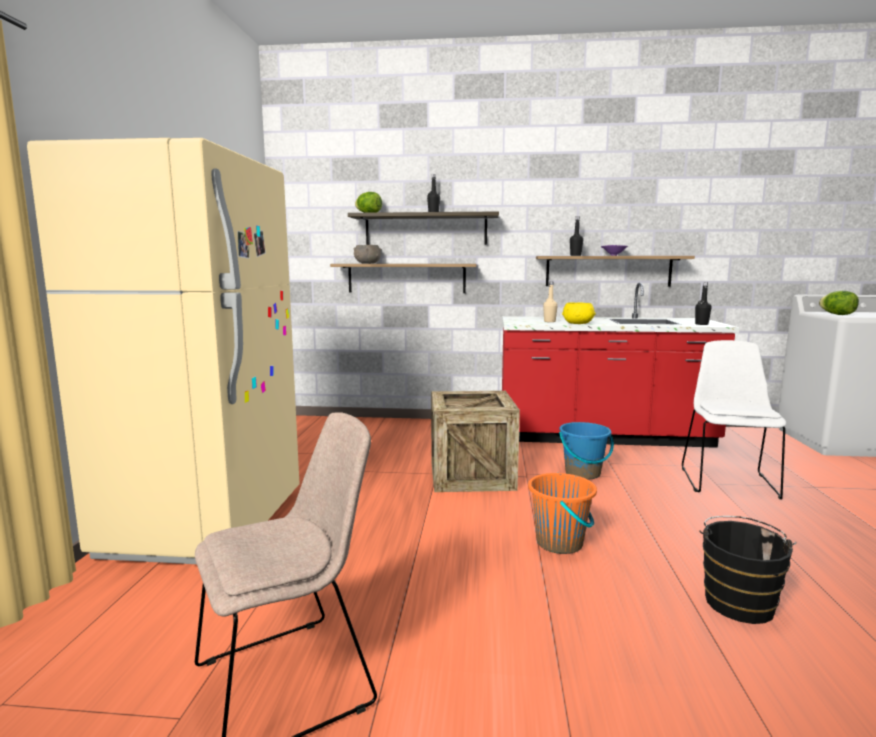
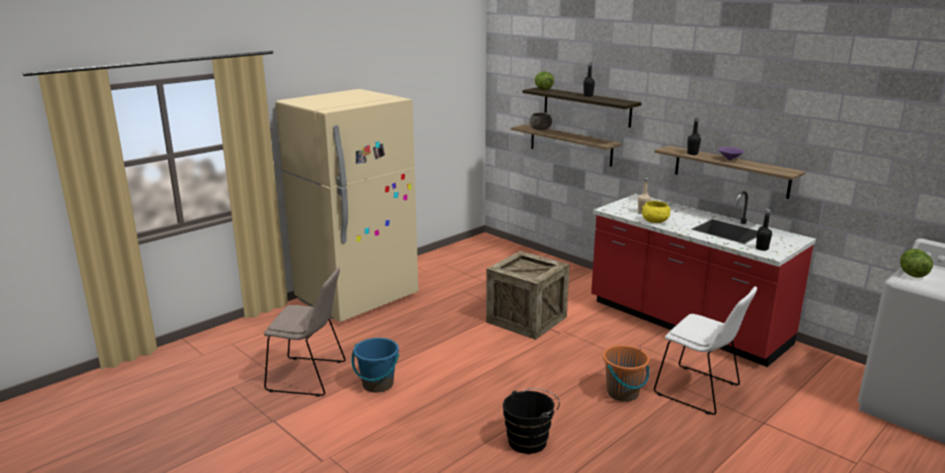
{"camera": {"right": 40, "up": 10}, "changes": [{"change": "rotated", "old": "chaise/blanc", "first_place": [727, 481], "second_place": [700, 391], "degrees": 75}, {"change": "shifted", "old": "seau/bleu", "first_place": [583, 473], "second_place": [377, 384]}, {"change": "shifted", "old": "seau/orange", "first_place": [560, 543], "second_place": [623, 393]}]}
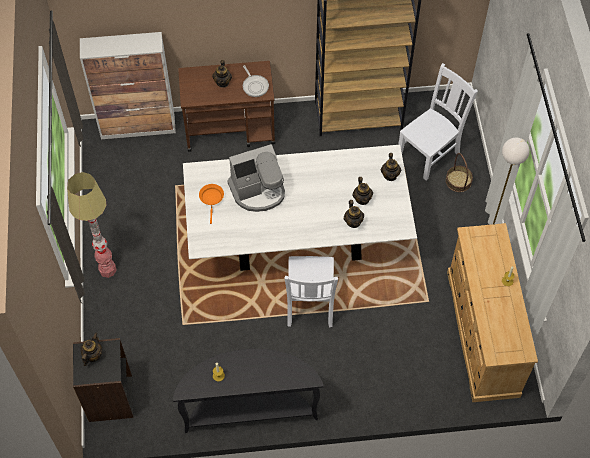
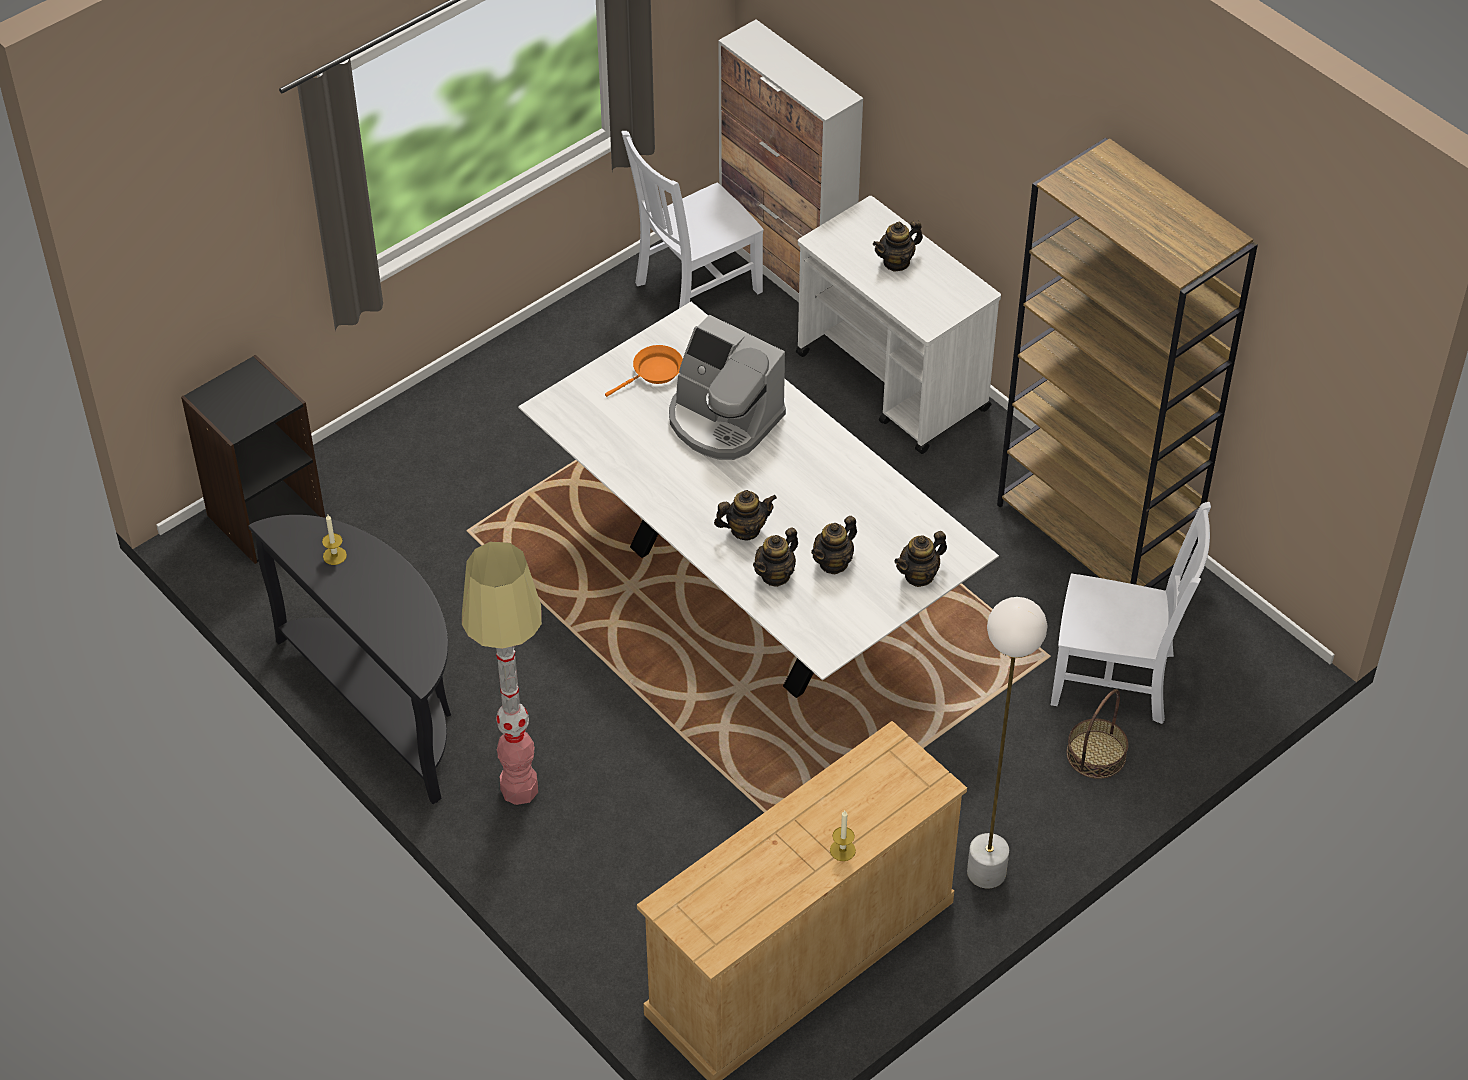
{"camera": {"right": 55, "up": -10}, "changes": [{"change": "repainted", "old": "chariot/marron", "new": "chariot/blanc", "first_place": [230, 130], "second_place": [893, 382]}, {"change": "gone", "old": "poêle", "first_place": [255, 86]}, {"change": "shifted", "old": "lampadaire", "first_place": [107, 270], "second_place": [519, 789]}, {"change": "shifted", "old": "chaise/blanc", "first_place": [310, 304], "second_place": [694, 289]}, {"change": "shifted", "old": "théière", "first_place": [92, 355], "second_place": [745, 530]}]}
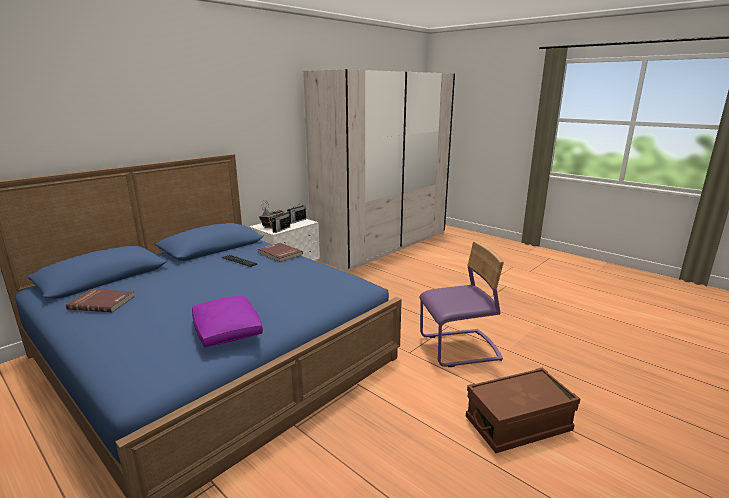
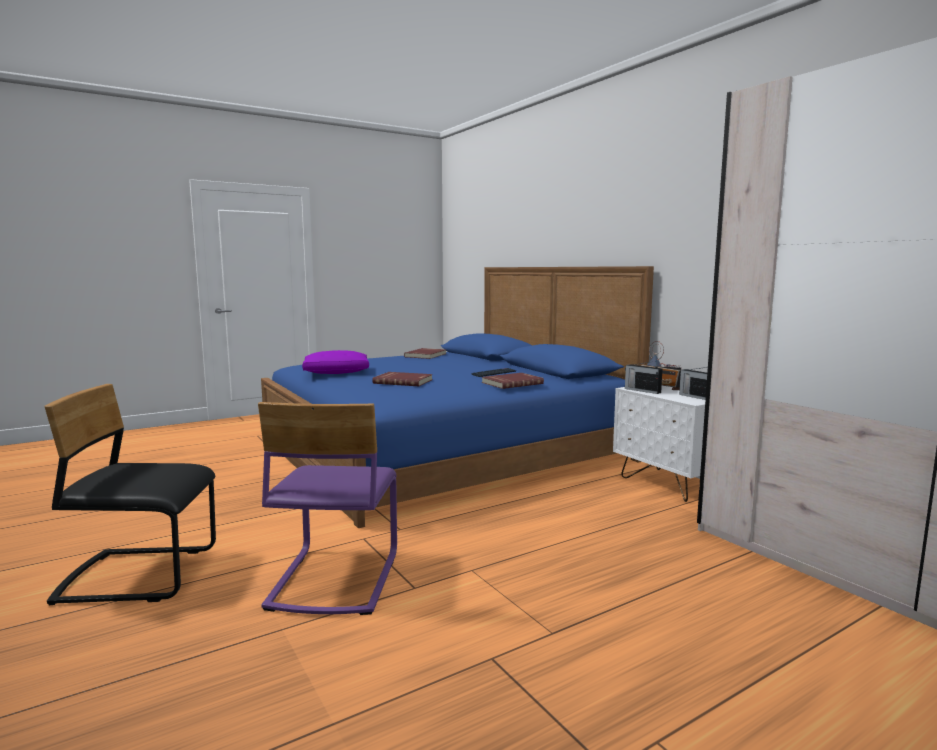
{"camera": {"right": 105, "up": -10}, "changes": [{"change": "swapped", "old": "boîte de rangement/marron", "new": "chaise/noir", "first_place": [518, 425], "second_place": [140, 575]}, {"change": "new", "new": "livre/rouge", "second_place": [403, 381]}]}
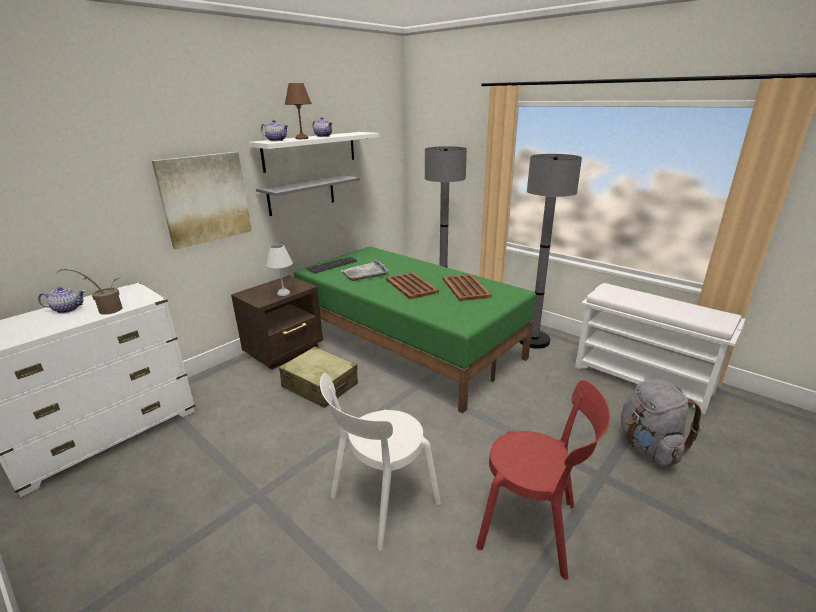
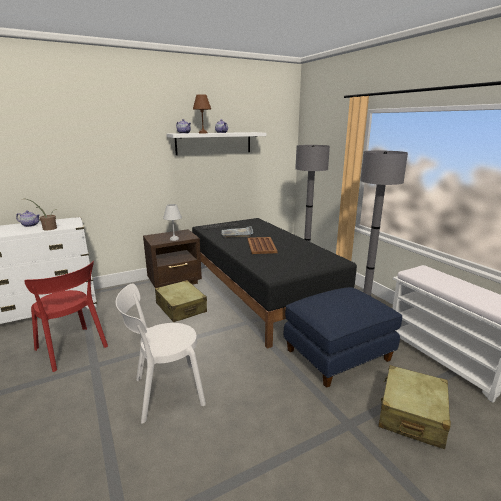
{"camera": {"right": 20, "up": -5}, "changes": [{"change": "gone", "old": "tableau", "first_place": [205, 199]}, {"change": "gone", "old": "étagère/gris", "first_place": [301, 195]}, {"change": "repainted", "old": "lit/vert", "new": "lit/noir", "first_place": [407, 343], "second_place": [261, 292]}, {"change": "gone", "old": "plateau/marron", "first_place": [465, 288]}, {"change": "swapped", "old": "sac à dos/gris", "new": "valise/beige", "first_place": [648, 447], "second_place": [411, 414]}, {"change": "shifted", "old": "chaise/rouge", "first_place": [533, 527], "second_place": [72, 349]}, {"change": "new", "new": "pouf/bleu", "second_place": [337, 354]}]}
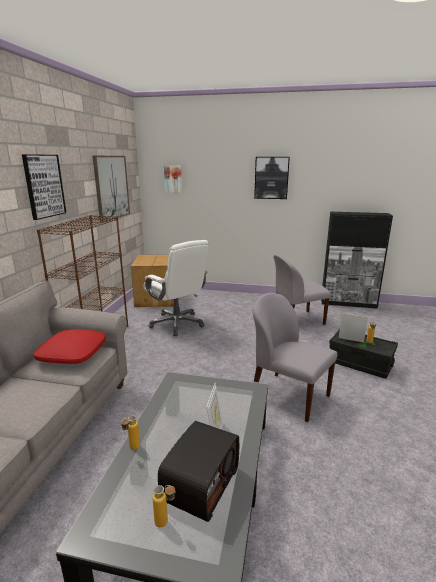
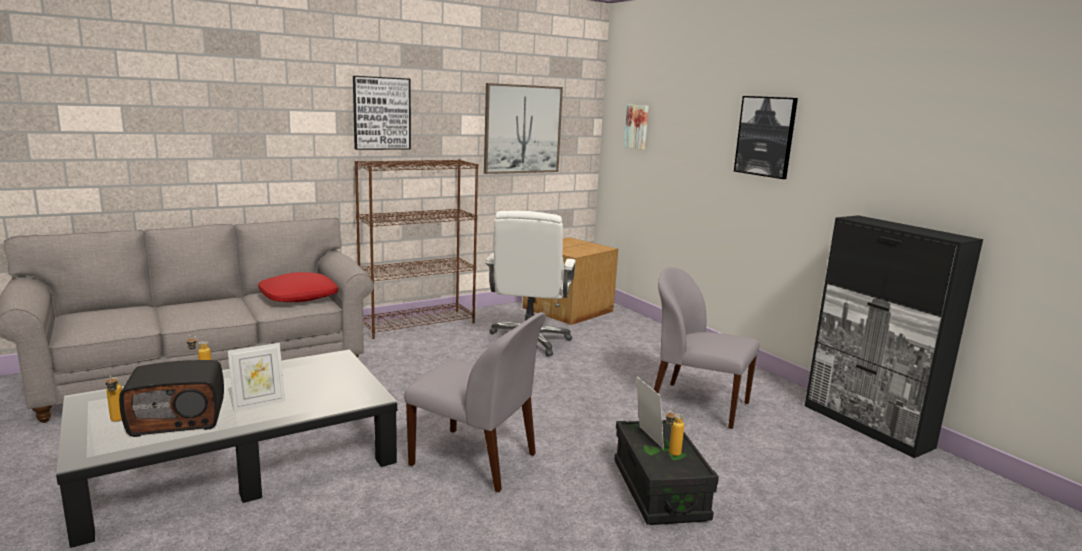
{"camera": {"right": 45, "up": -5}, "changes": [{"change": "rotated", "old": "chaise/gris", "first_place": [288, 395], "second_place": [476, 460], "degrees": 120}]}
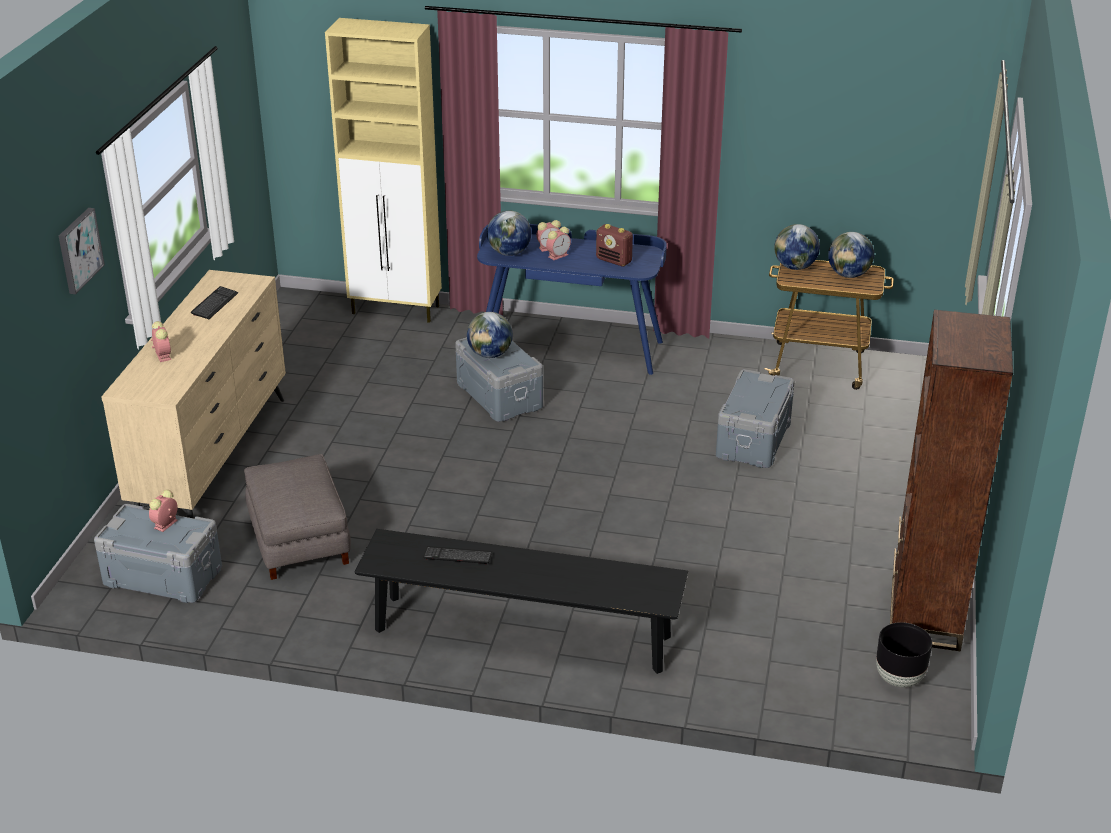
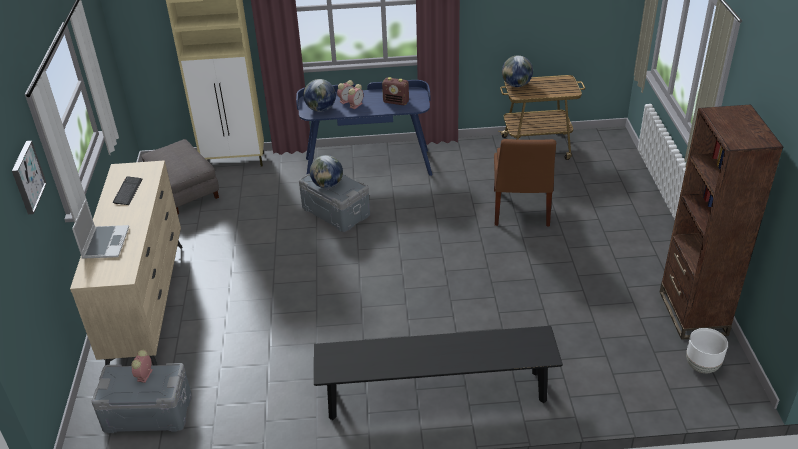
{"camera": {"right": -15, "up": 5}, "changes": [{"change": "gone", "old": "globe", "first_place": [848, 275]}, {"change": "swapped", "old": "réveil", "new": "ordinateur portable", "first_place": [162, 355], "second_place": [105, 243]}, {"change": "swapped", "old": "boîte de rangement/gris", "new": "chaise/marron", "first_place": [752, 440], "second_place": [520, 209]}, {"change": "shifted", "old": "pouf/gris", "first_place": [298, 540], "second_place": [183, 191]}, {"change": "gone", "old": "clavier", "first_place": [457, 556]}, {"change": "repainted", "old": "cache-pot/noir", "new": "cache-pot/blanc", "first_place": [899, 679], "second_place": [702, 366]}]}
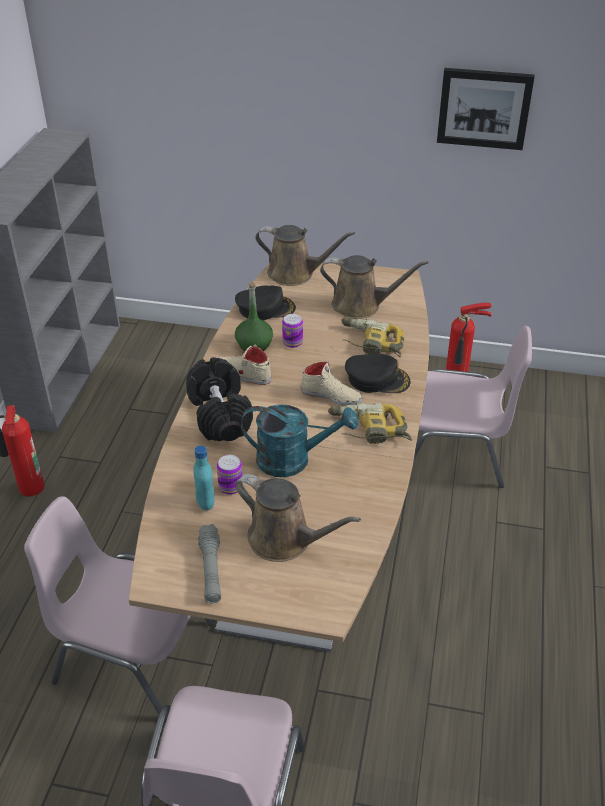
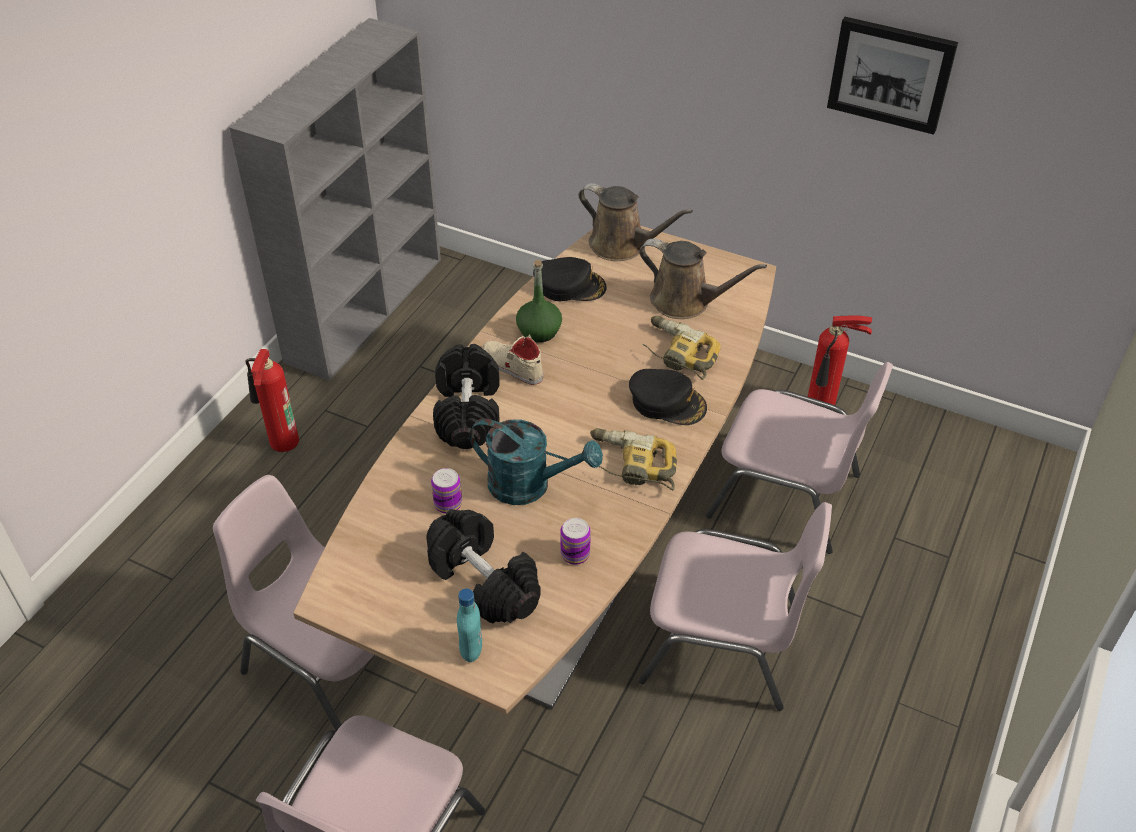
{"camera": {"right": 15, "up": 5}, "changes": [{"change": "shifted", "old": "boîte métallique", "first_place": [292, 342], "second_place": [575, 554]}, {"change": "gone", "old": "chaussure/beige", "first_place": [331, 395]}, {"change": "shifted", "old": "bouteille/turquoise", "first_place": [205, 502], "second_place": [471, 649]}, {"change": "swapped", "old": "arrosoir/marron", "new": "haltère/noir", "first_place": [285, 540], "second_place": [485, 581]}, {"change": "gone", "old": "lampe de poche/gris", "first_place": [211, 569]}, {"change": "new", "new": "chaise/rose", "second_place": [724, 644]}]}
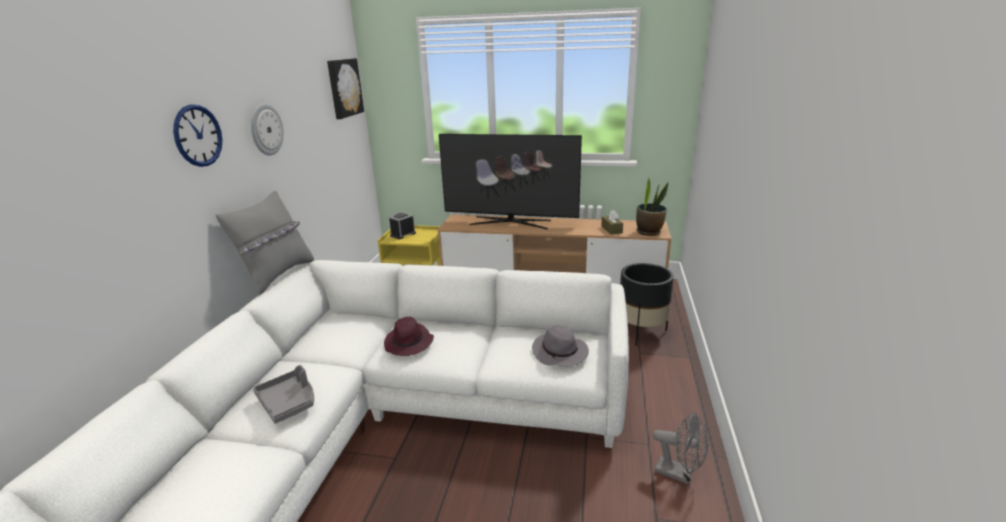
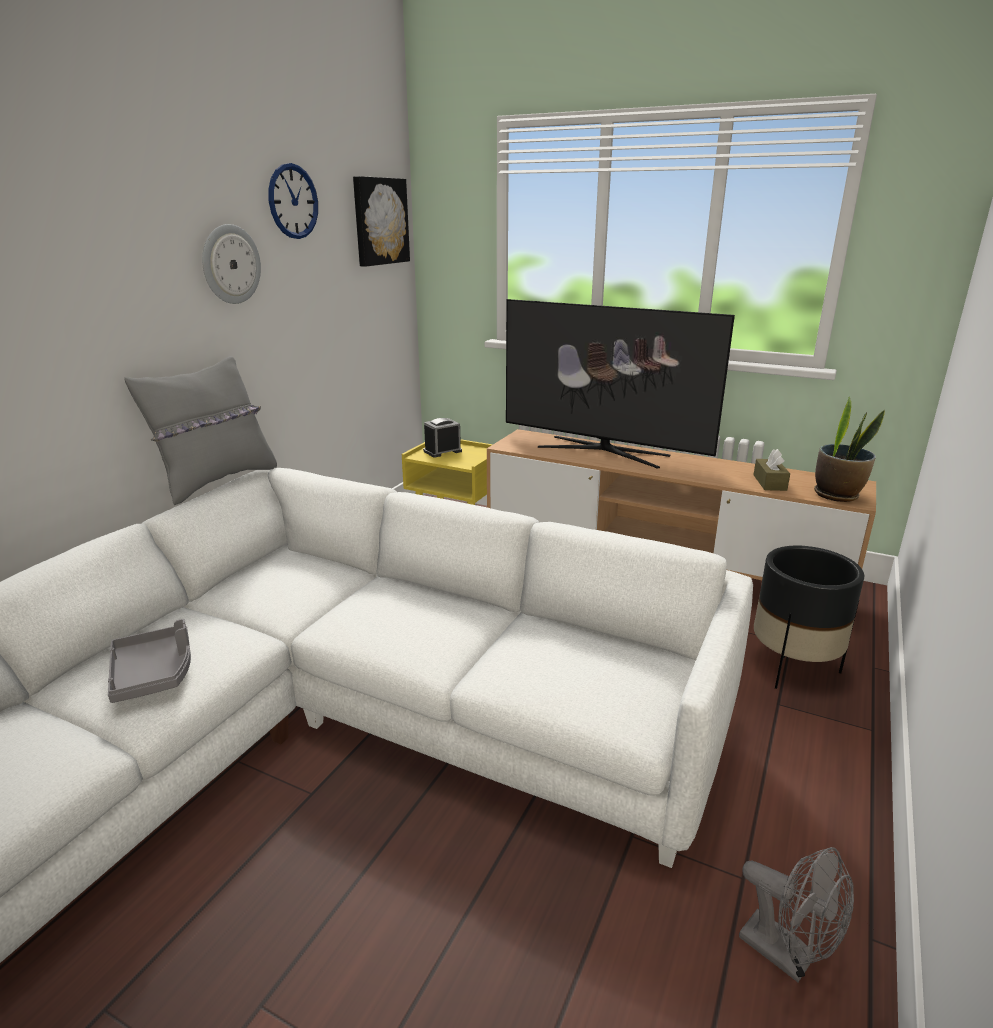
{"camera": {"right": 15, "up": 0}, "changes": [{"change": "shifted", "old": "horloge murale", "first_place": [198, 135], "second_place": [293, 201]}, {"change": "gone", "old": "chapeau/violet", "first_place": [409, 343]}, {"change": "gone", "old": "chapeau/gris", "first_place": [560, 353]}]}
